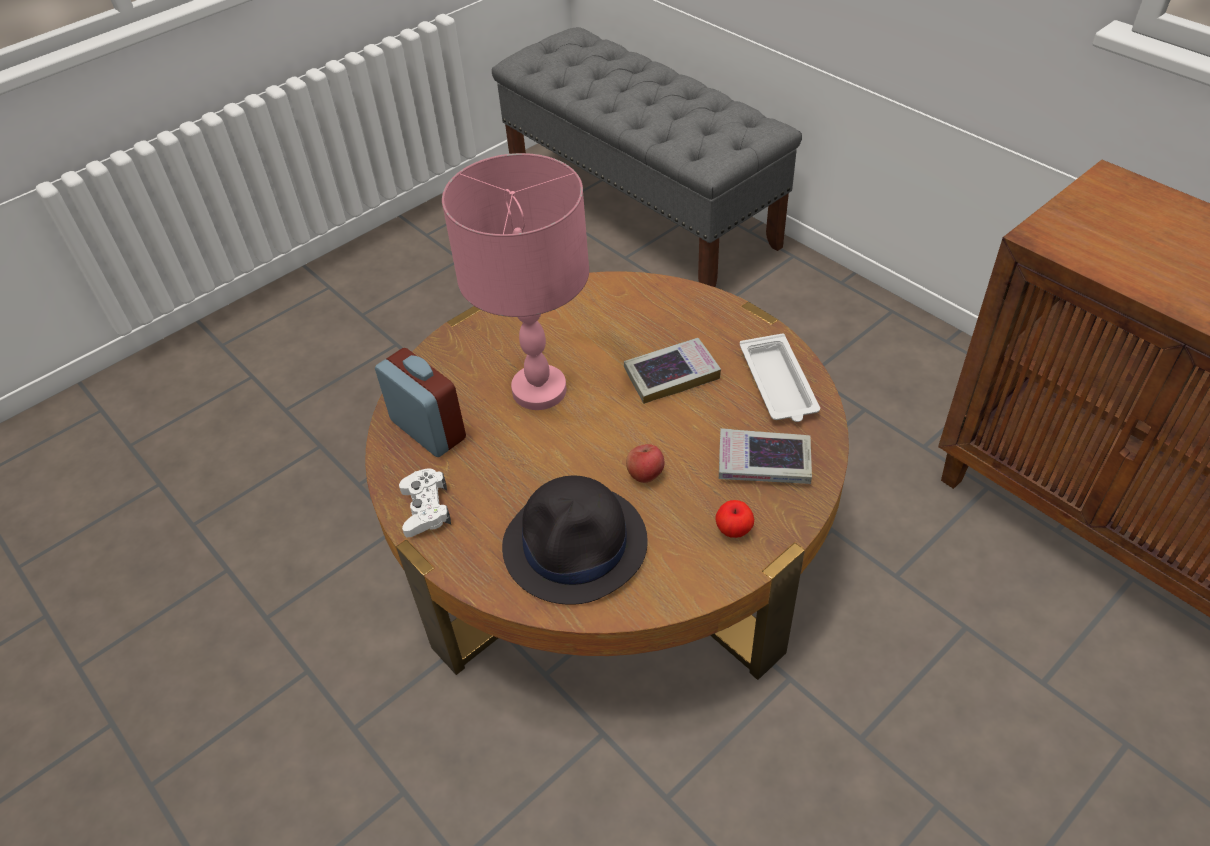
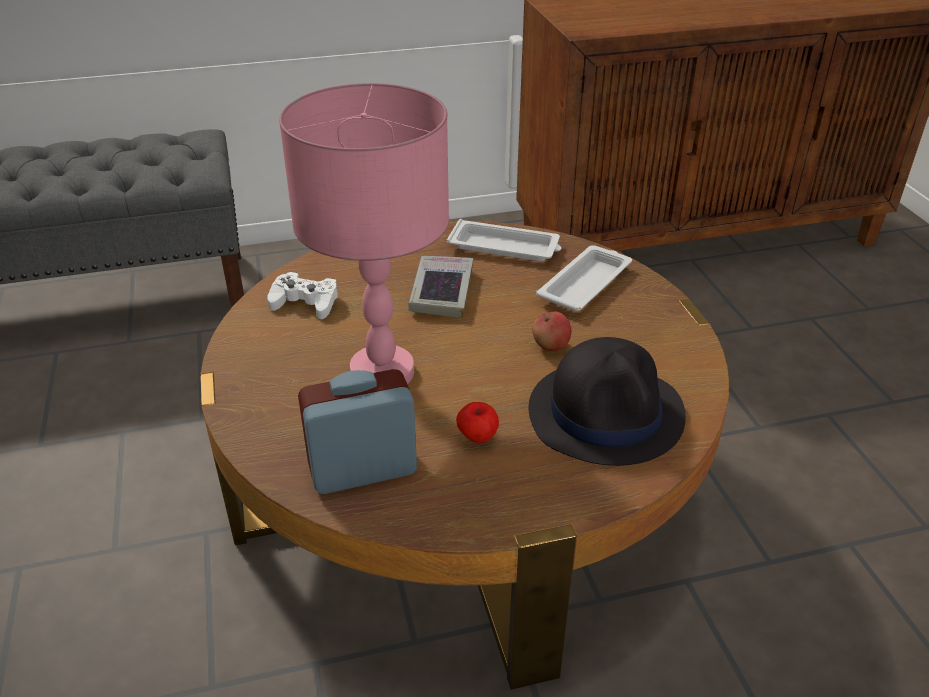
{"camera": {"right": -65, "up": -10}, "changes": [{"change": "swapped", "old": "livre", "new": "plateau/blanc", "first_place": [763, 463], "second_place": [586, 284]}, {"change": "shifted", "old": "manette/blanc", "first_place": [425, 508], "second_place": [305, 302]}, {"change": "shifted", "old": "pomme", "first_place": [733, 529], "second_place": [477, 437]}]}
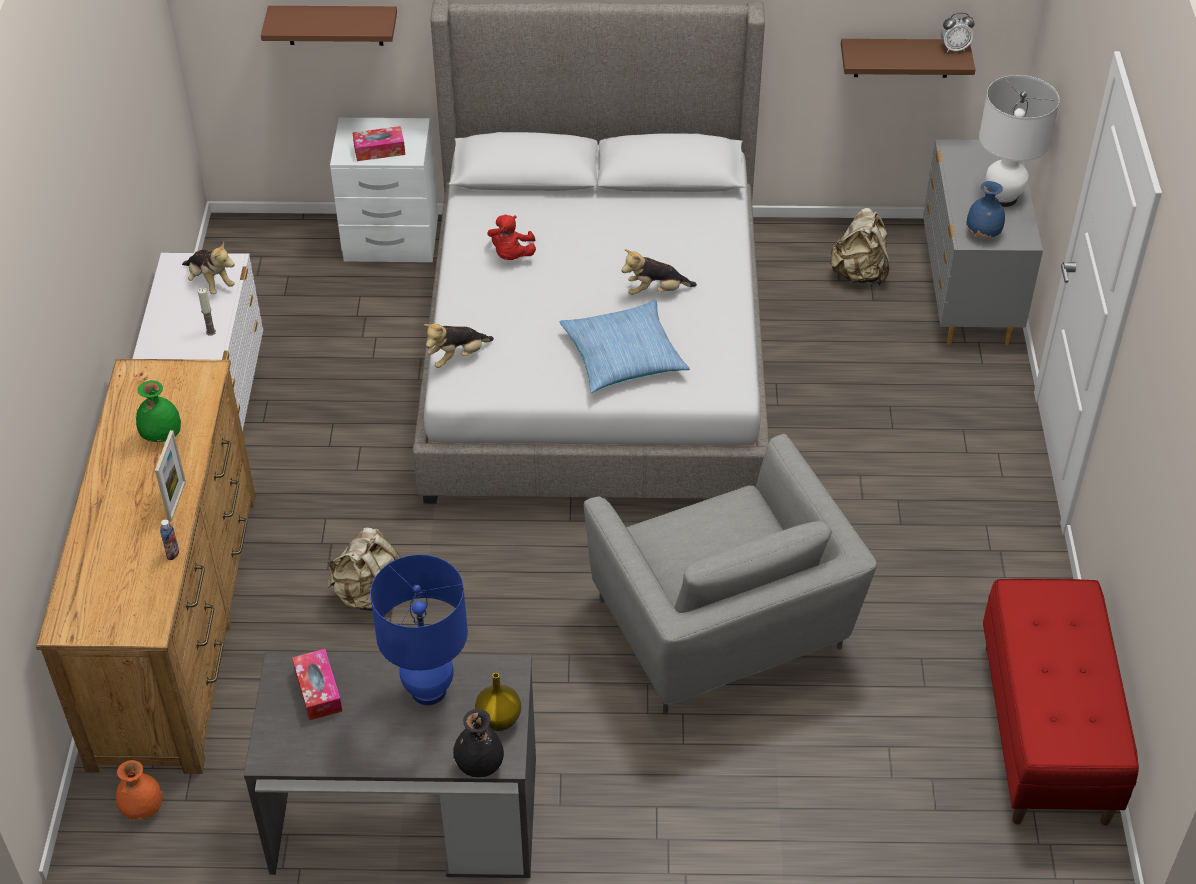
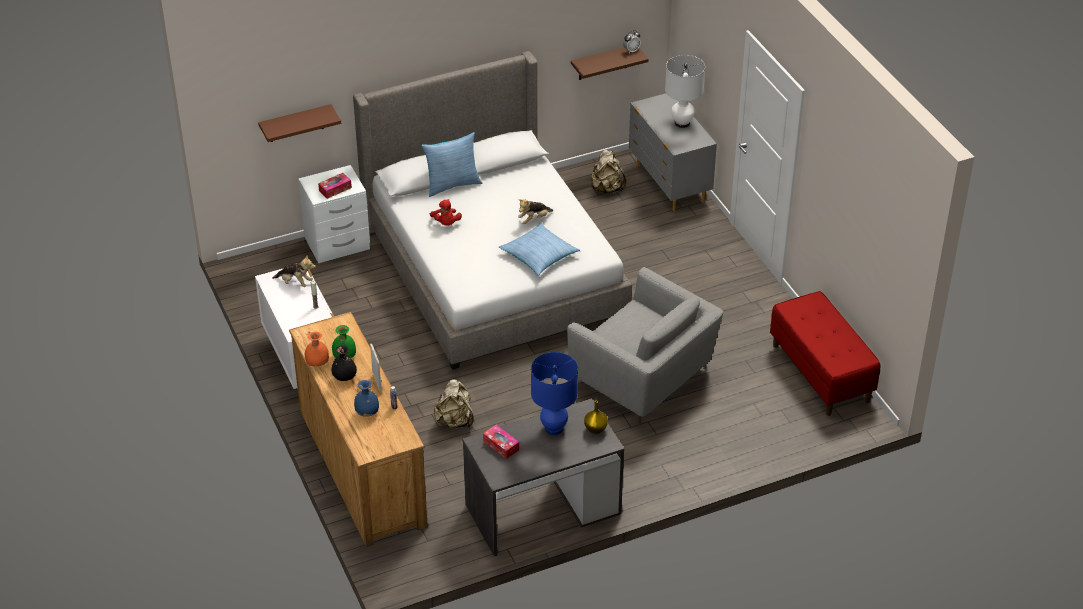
{"camera": {"right": -25, "up": -5}, "changes": [{"change": "shifted", "old": "vase/bleu", "first_place": [983, 234], "second_place": [367, 412]}, {"change": "gone", "old": "peluche", "first_place": [458, 357]}, {"change": "shifted", "old": "vase/noir", "first_place": [479, 765], "second_place": [344, 378]}, {"change": "shifted", "old": "vase/orange", "first_place": [142, 808], "second_place": [317, 363]}, {"change": "new", "new": "coussin", "second_place": [452, 184]}]}
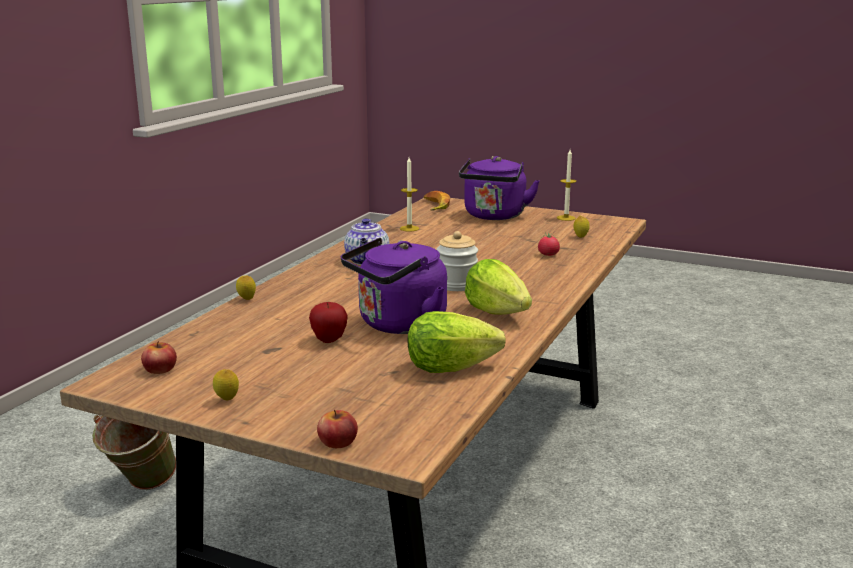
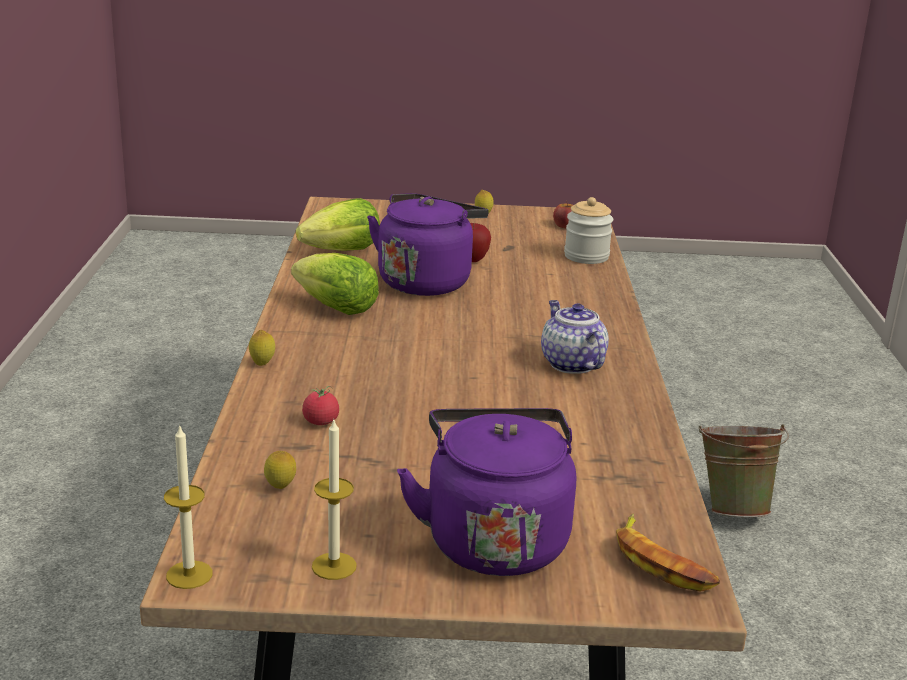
{"camera": {"right": 155, "up": 5}, "changes": [{"change": "shifted", "old": "bougie", "first_place": [409, 228], "second_place": [189, 575]}, {"change": "shifted", "old": "bocal", "first_place": [456, 285], "second_place": [586, 256]}, {"change": "shifted", "old": "citron", "first_place": [246, 299], "second_place": [262, 364]}, {"change": "gone", "old": "pomme", "first_place": [337, 442]}]}
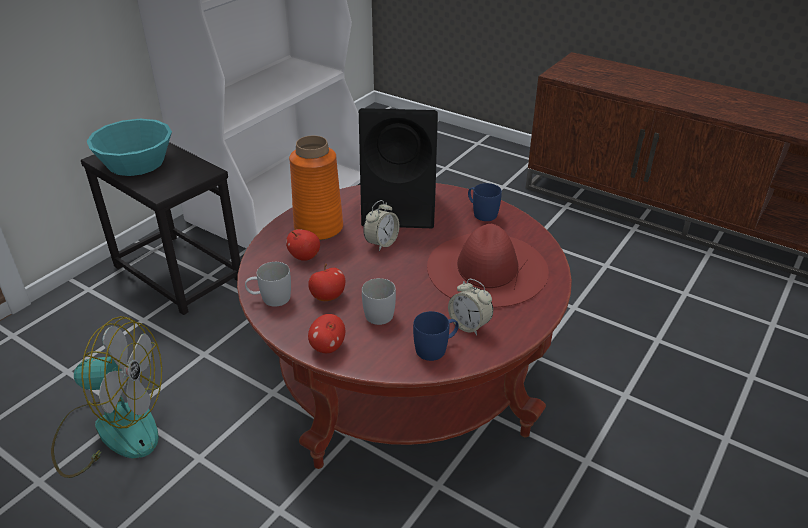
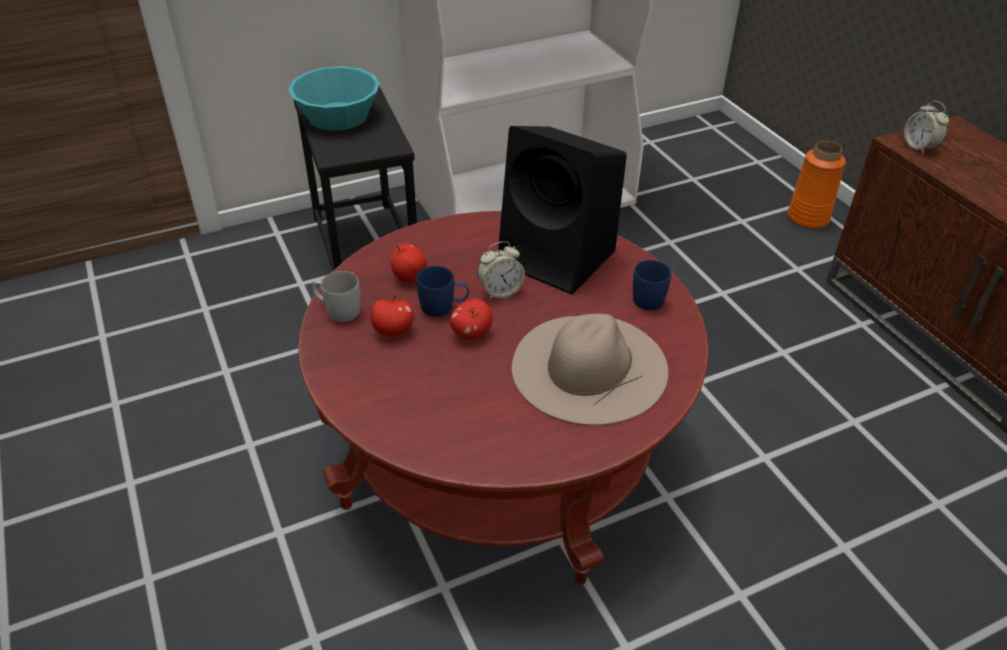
{"camera": {"right": 30, "up": 5}, "changes": [{"change": "shifted", "old": "vase/orange", "first_place": [318, 228], "second_place": [807, 218]}, {"change": "repainted", "old": "chapeau/rouge", "new": "chapeau/beige", "first_place": [487, 268], "second_place": [589, 367]}, {"change": "gone", "old": "mug/blanc", "first_place": [379, 311]}, {"change": "shifted", "old": "réveil", "first_place": [469, 325], "second_place": [919, 147]}, {"change": "shifted", "old": "mug/bleu", "first_place": [436, 348], "second_place": [444, 307]}, {"change": "shifted", "old": "pomme", "first_place": [327, 347], "second_place": [471, 334]}, {"change": "gone", "old": "ventilateur", "first_place": [112, 429]}]}
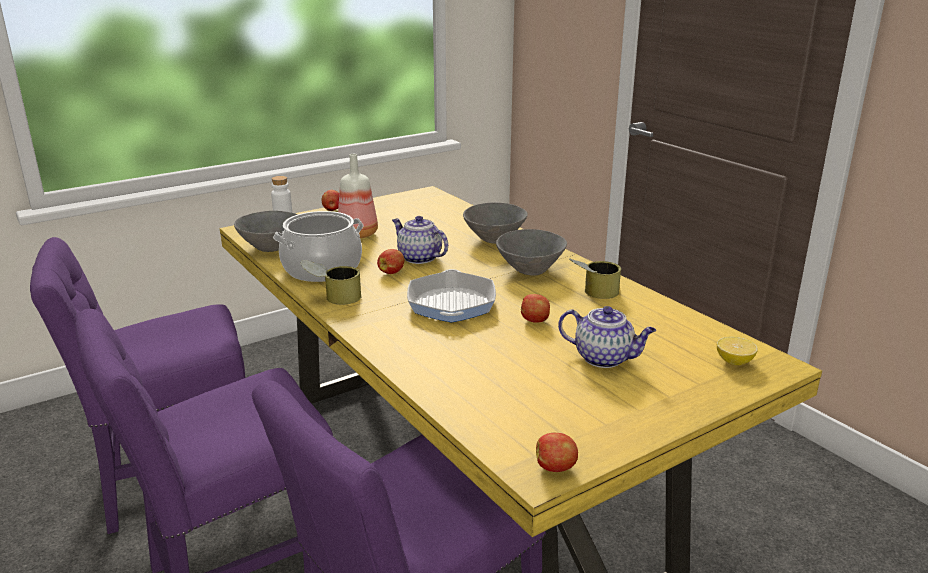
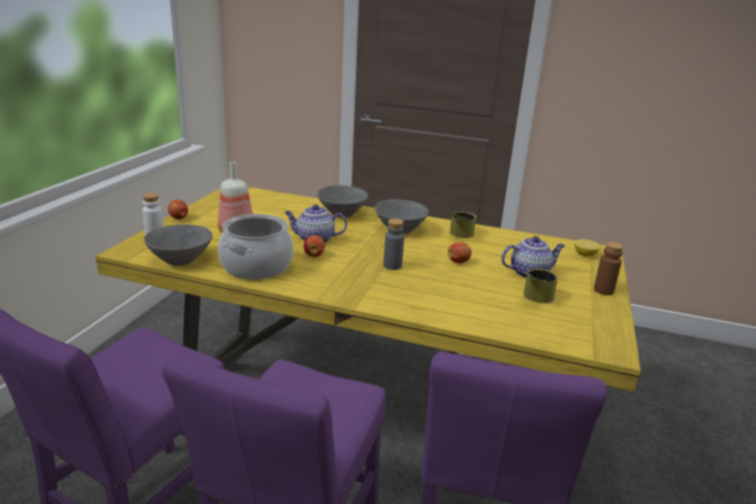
{"camera": {"right": -40, "up": 0}, "changes": [{"change": "shifted", "old": "boîte métallique", "first_place": [332, 298], "second_place": [534, 299]}, {"change": "swapped", "old": "poêle", "new": "bouteille/gris", "first_place": [451, 304], "second_place": [392, 266]}, {"change": "gone", "old": "pomme", "first_place": [556, 467]}, {"change": "new", "new": "bouteille/marron", "second_place": [603, 290]}]}
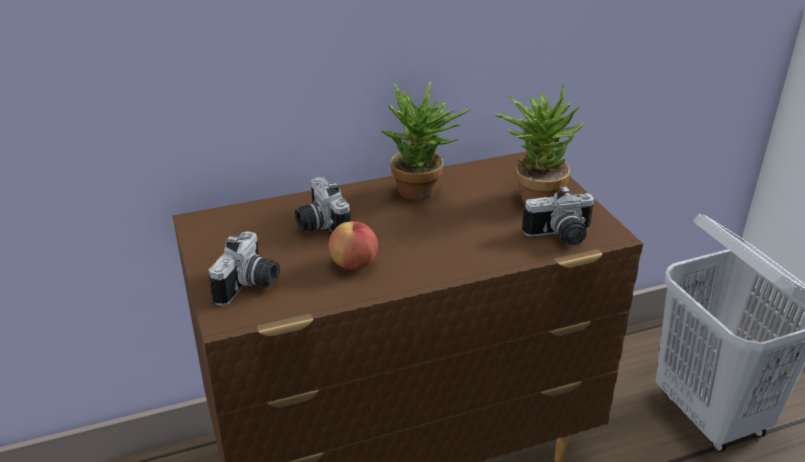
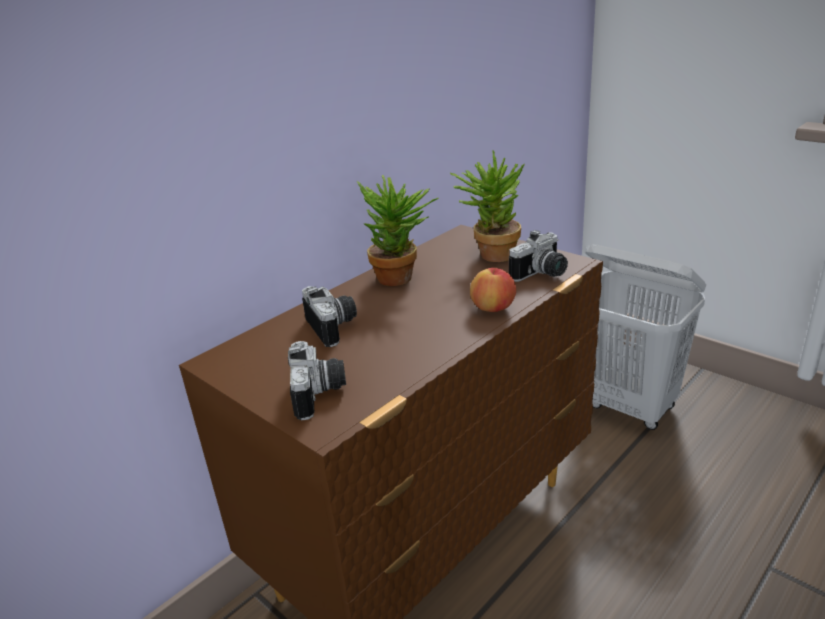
{"camera": {"right": -25, "up": -5}, "changes": [{"change": "rotated", "old": "appareil photo", "first_place": [319, 225], "second_place": [335, 327], "degrees": -150}, {"change": "shifted", "old": "pomme", "first_place": [354, 264], "second_place": [493, 308]}]}
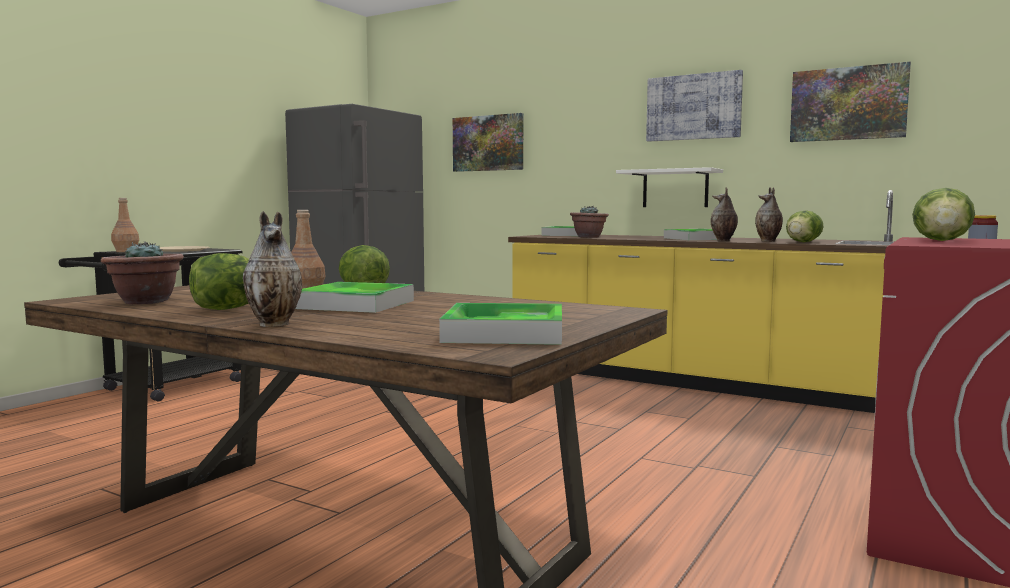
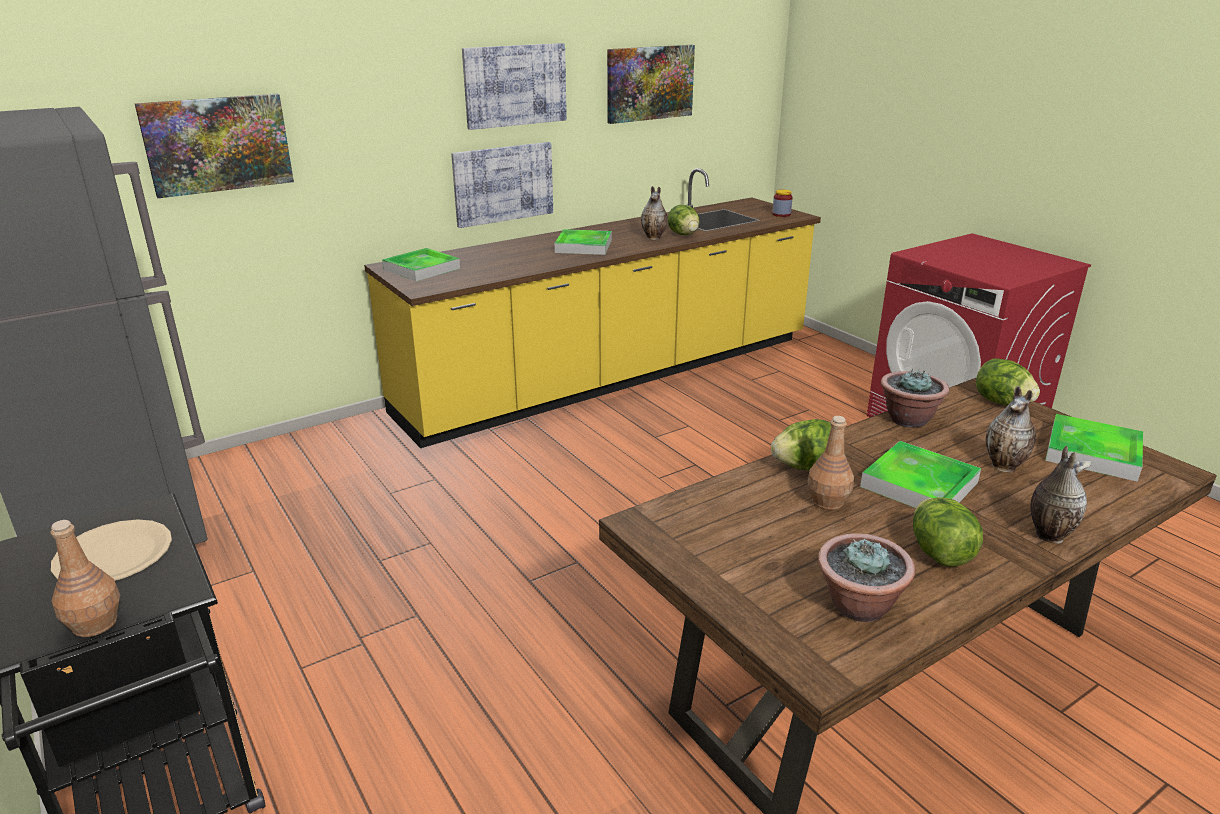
{"camera": {"right": -65, "up": 20}, "changes": [{"change": "swapped", "old": "étagère/blanc", "new": "tableau", "first_place": [675, 189], "second_place": [503, 183]}, {"change": "shifted", "old": "vase", "first_place": [723, 241], "second_place": [1005, 467]}, {"change": "shifted", "old": "laitue", "first_place": [941, 241], "second_place": [1001, 402]}, {"change": "shifted", "old": "plante en pot", "first_place": [589, 237], "second_place": [908, 419]}]}
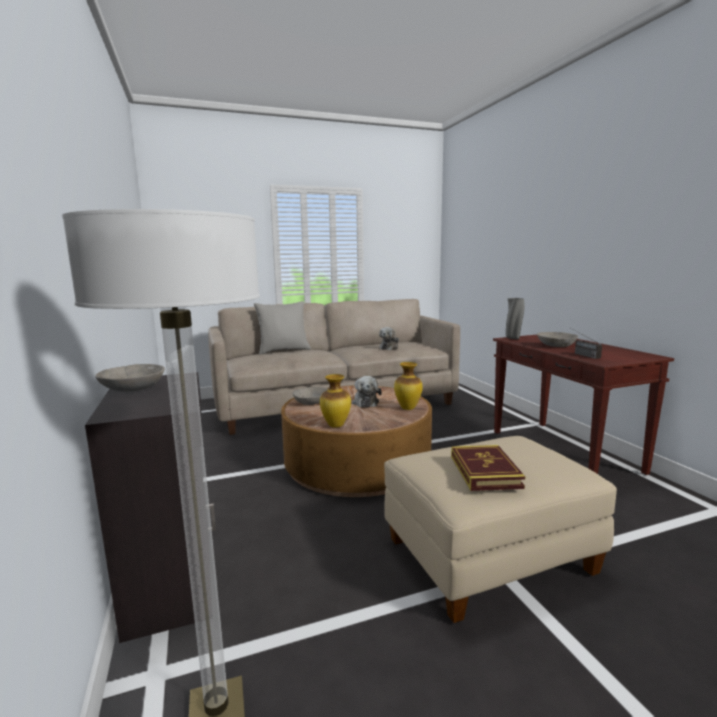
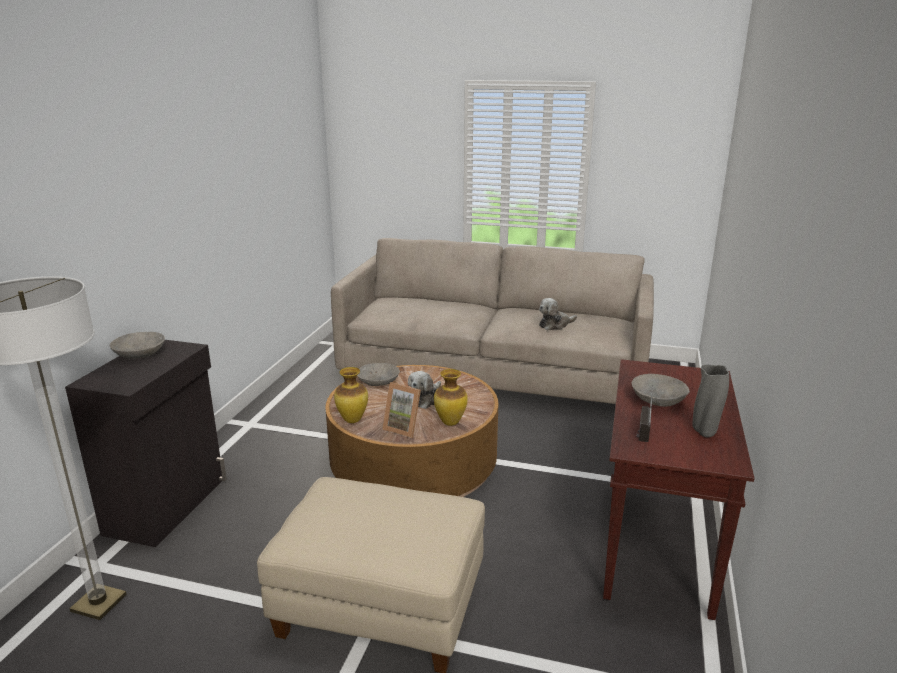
{"camera": {"right": 35, "up": 10}, "changes": [{"change": "shifted", "old": "vase/gris", "first_place": [513, 338], "second_place": [705, 432]}, {"change": "gone", "old": "coussin/gris", "first_place": [283, 351]}, {"change": "gone", "old": "livre", "first_place": [485, 471]}, {"change": "new", "new": "cadre photo", "second_place": [404, 428]}]}
